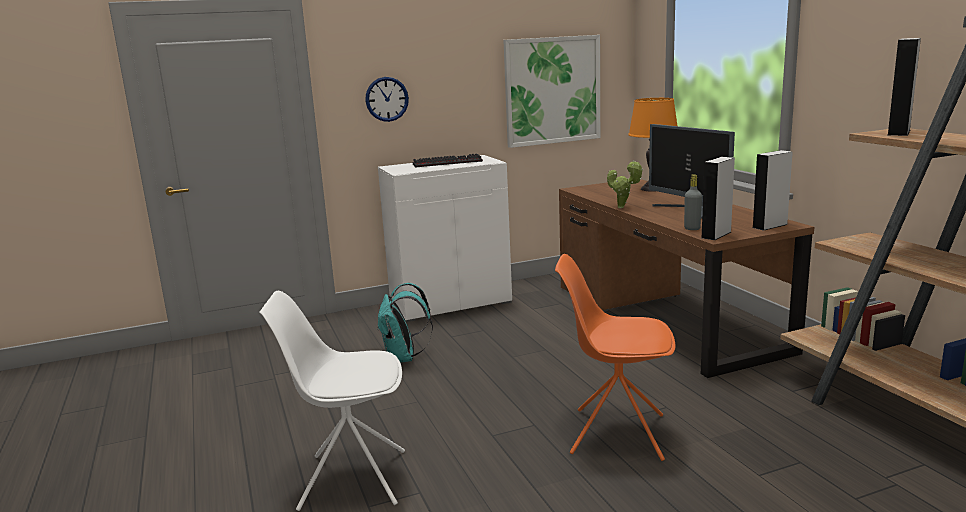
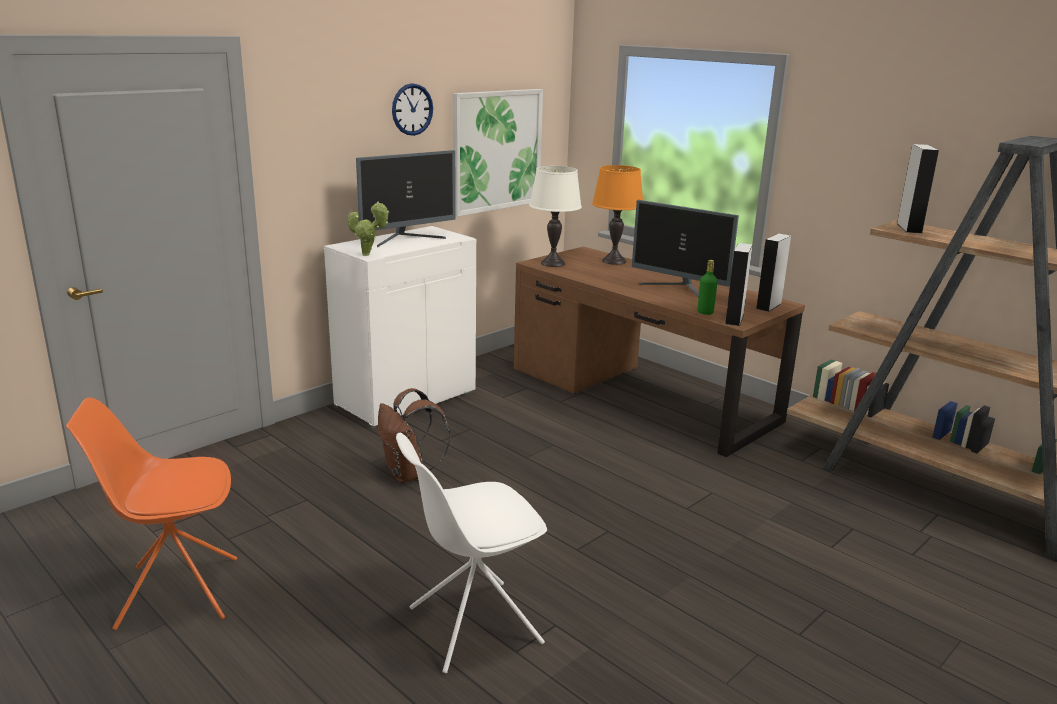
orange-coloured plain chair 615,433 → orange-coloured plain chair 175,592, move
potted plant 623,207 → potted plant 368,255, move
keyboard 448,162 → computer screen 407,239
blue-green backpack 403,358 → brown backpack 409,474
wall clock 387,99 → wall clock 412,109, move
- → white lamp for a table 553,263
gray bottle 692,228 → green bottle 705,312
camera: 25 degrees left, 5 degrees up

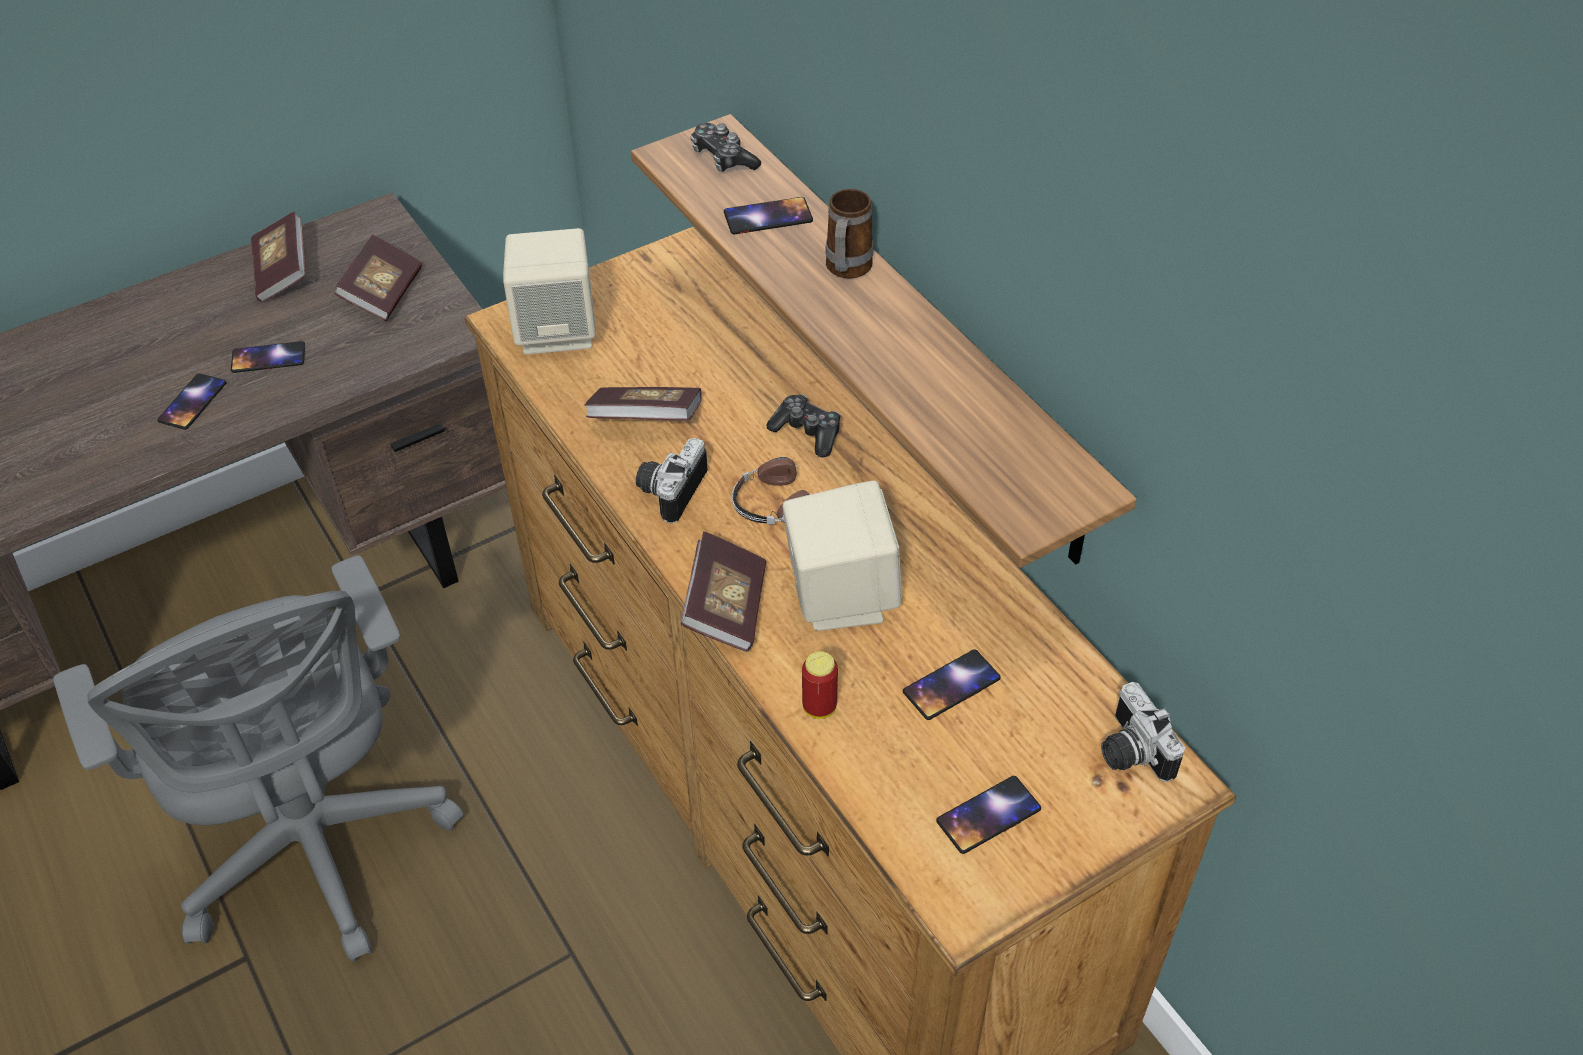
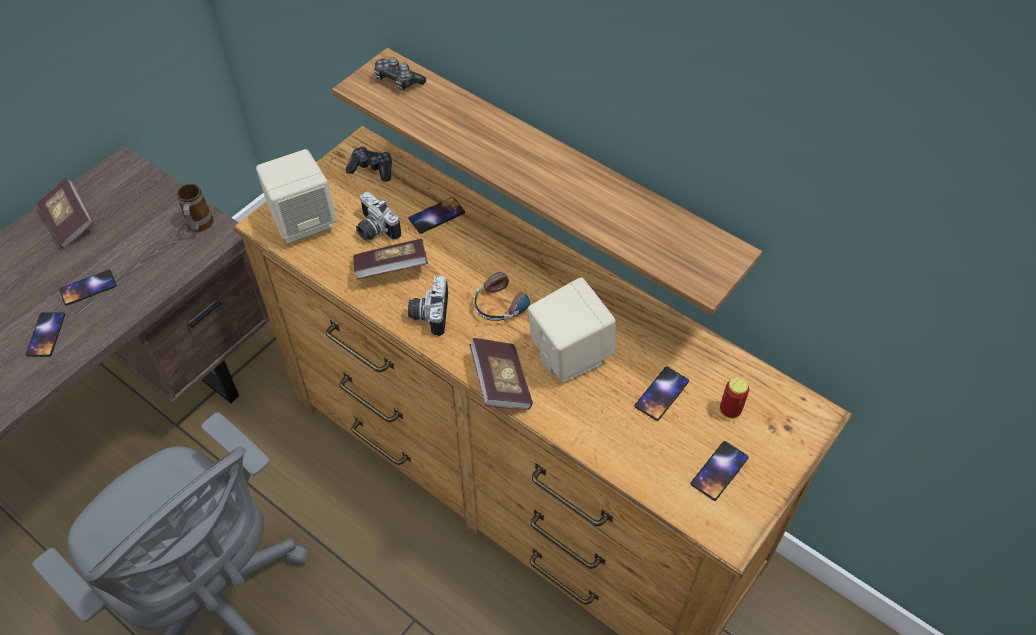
tea mug 846,271 → tea mug 199,227, move
gamepad 807,432 → gamepad 372,169, move
still camera 1129,751 → still camera 374,230, move
telephone 768,216 → telephone 436,215, move
can 819,707 → can 730,410, move
bound book 383,293 → -
camera: 20 degrees left, 5 degrees up

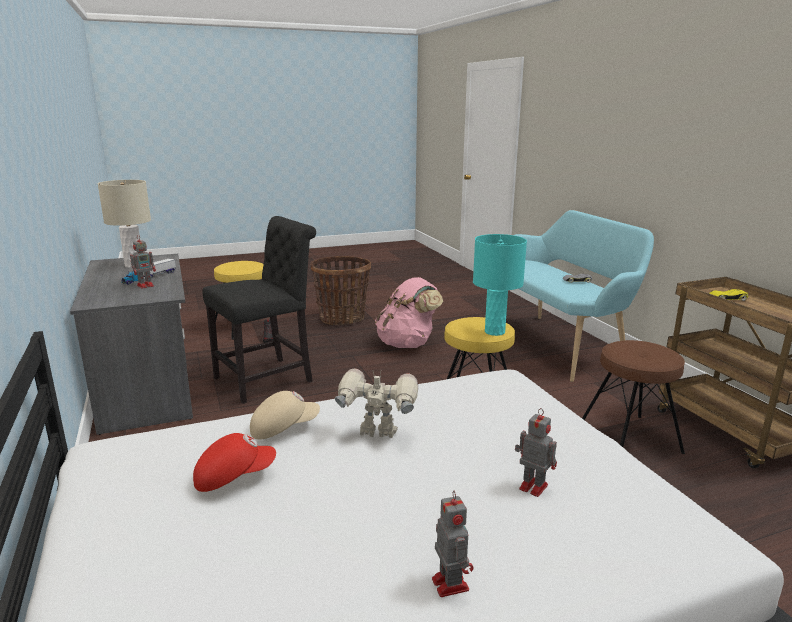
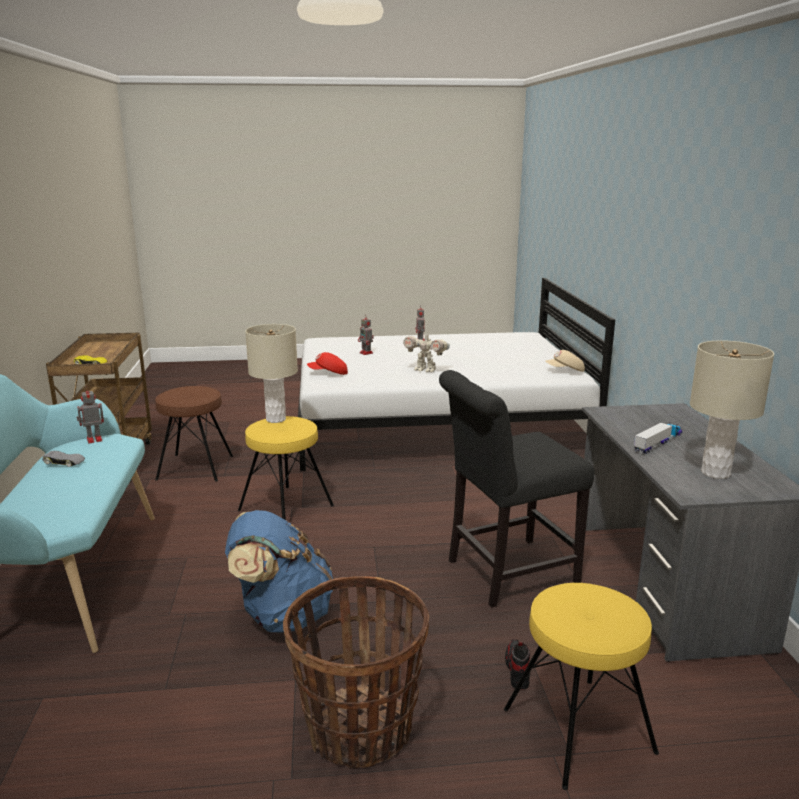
robot figure 146,285 → robot figure 93,439, move
pinkish backpack 407,344 → bluish backpack 282,616
blue-green lamp for a table 495,332 → beige lamp for a table 275,419
red peaked cap 234,476 → red peaked cap 328,374, move
beige peaked cap 283,428 → beige peaked cap 565,371, move
camera: 165 degrees left, 0 degrees up

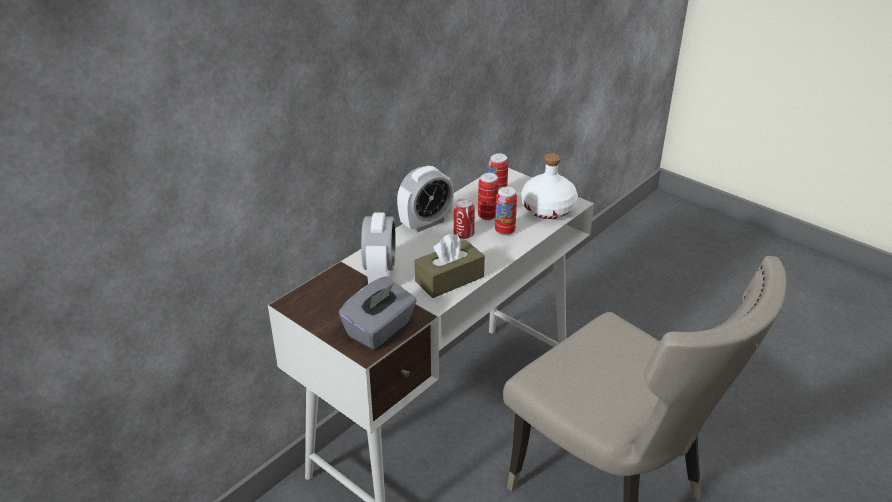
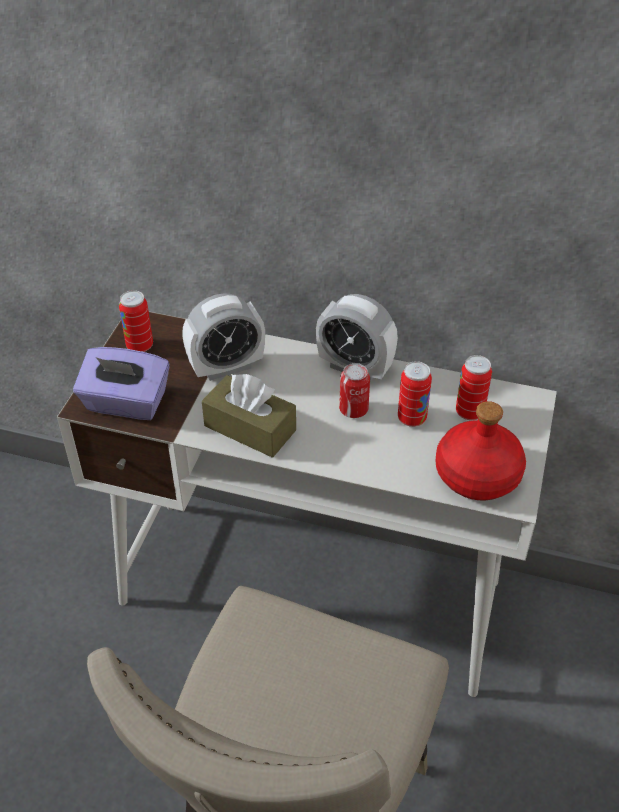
gray box of tissues 380,329 → purple box of tissues 126,403
can 504,231 → can 140,346, move
white bottle 548,209 → red bottle 476,475
camera: 65 degrees right, 10 degrees up

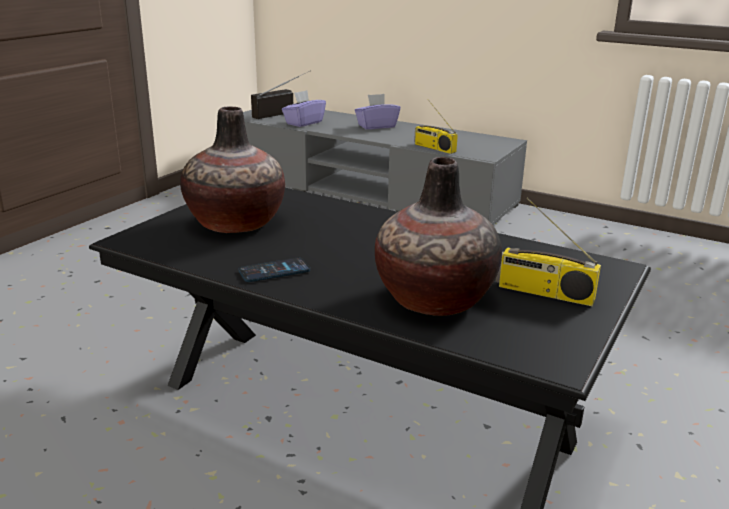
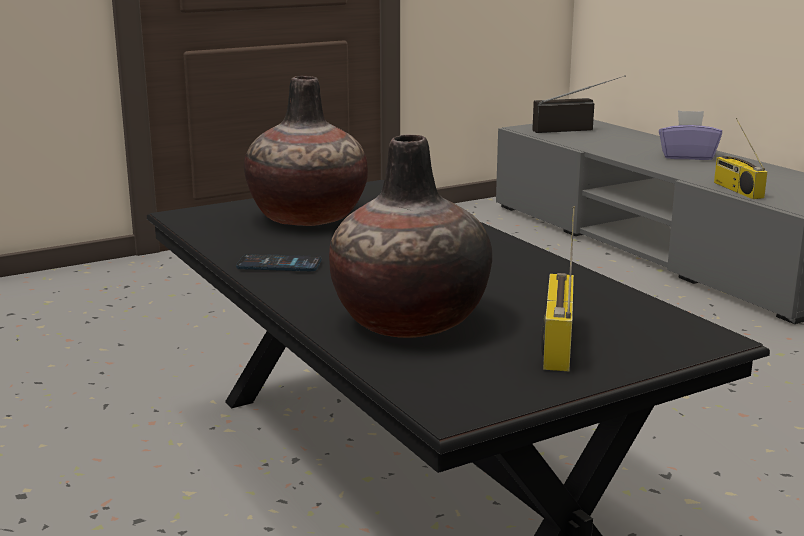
radio 543,292 → radio 555,342, 45 degrees clockwise
purple box of tissues 304,123 → -
camera: 30 degrees right, 5 degrees down

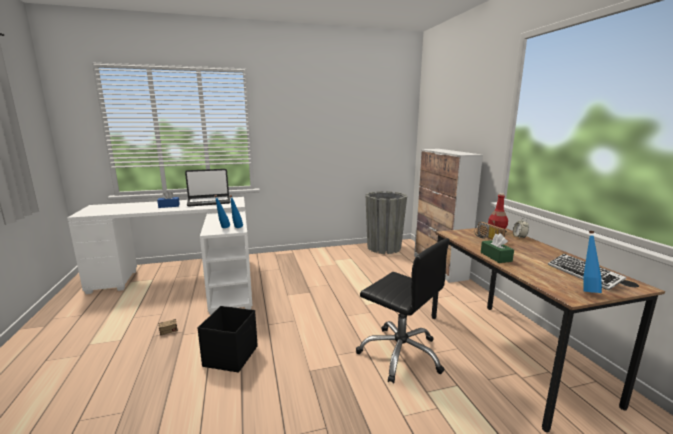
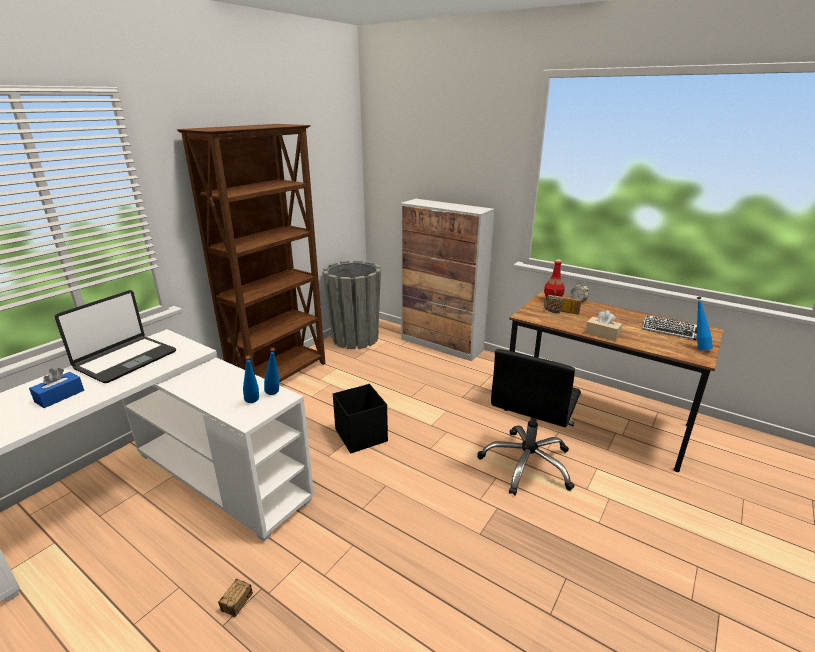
- → brown bookshelf 281,377
black storage container 231,356 → black storage container 361,435, move
black computer chair 401,354 → black computer chair 527,464, 120 degrees clockwise
green box of tissues 496,257 → beige box of tissues 602,334
camera: 40 degrees left, 10 degrees up

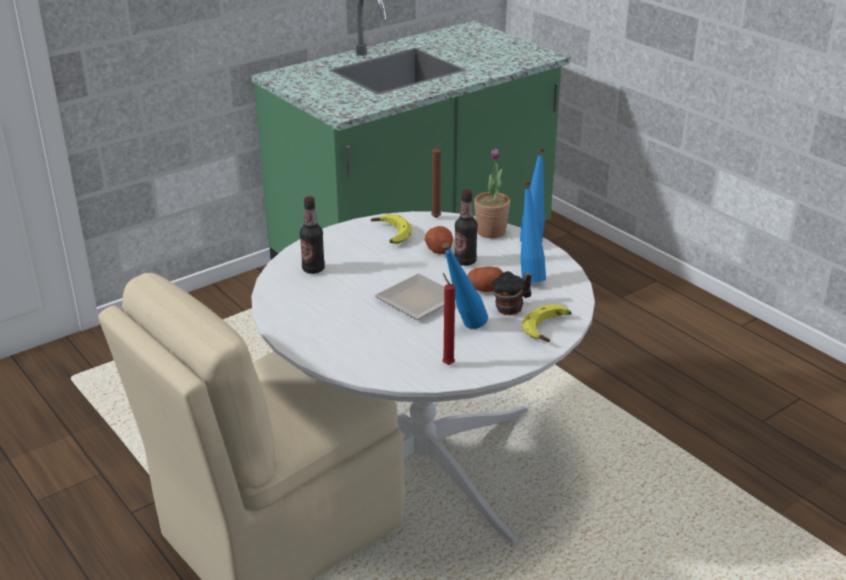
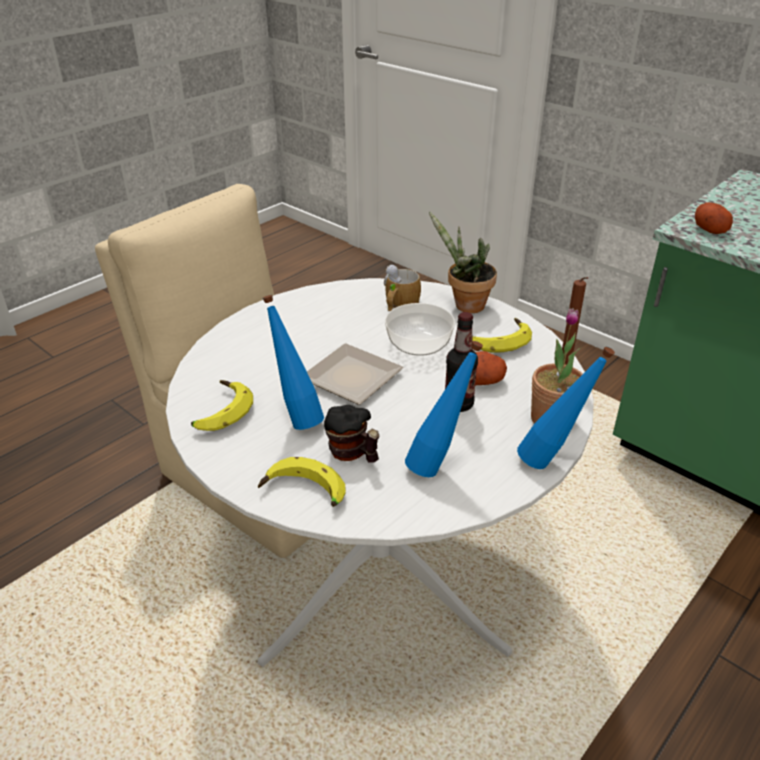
red candle 447,363 → banana fruit 220,412
bottle 313,269 → tea mug 399,304
- → bowl 419,343
- → potted plant 465,305
potato 484,289 → potato 708,228, move
camera: 80 degrees right, 5 degrees up

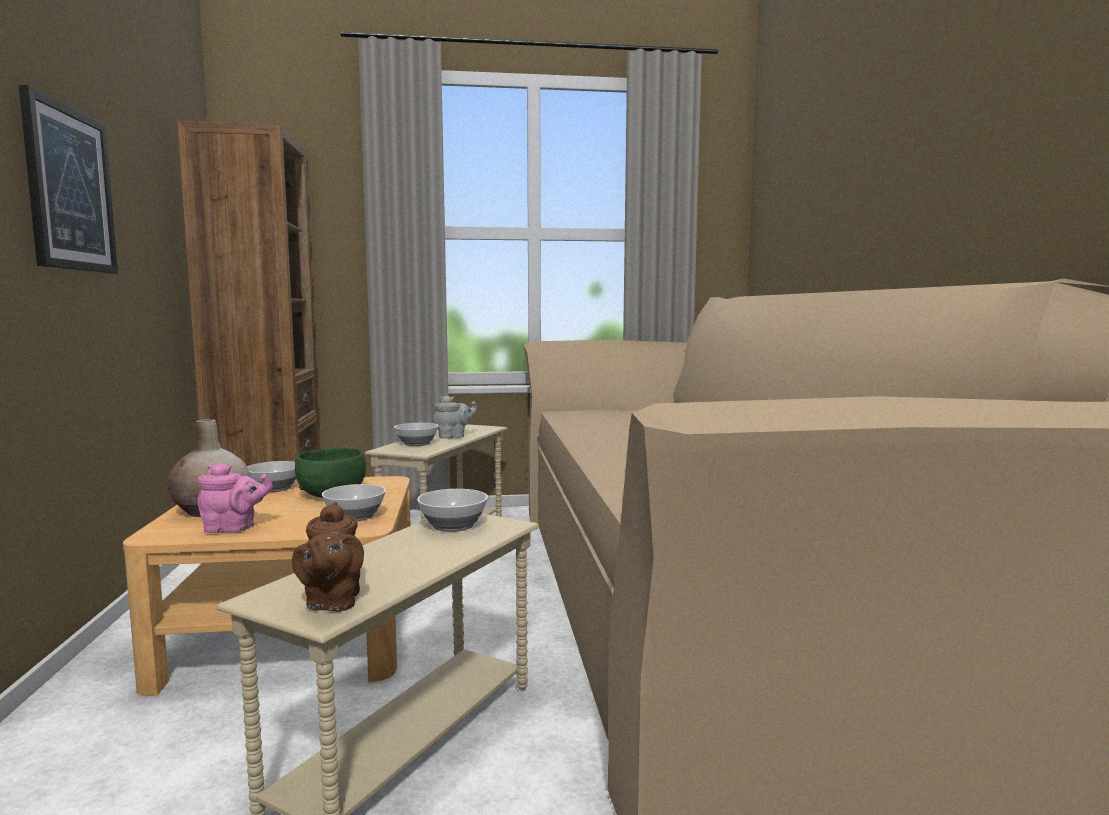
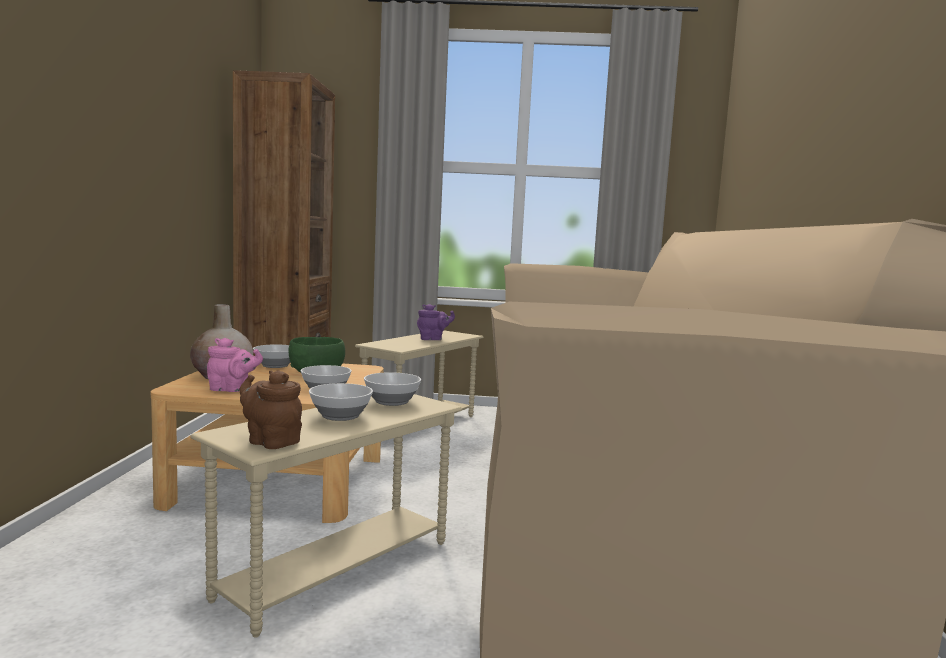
brown pot for tea 332,602 → brown pot for tea 271,441, 120 degrees clockwise
bowl 417,444 → bowl 341,416, move
gray pot for tea 454,437 → purple pot for tea 433,339
picture 69,189 → -
camera: 10 degrees right, 0 degrees up

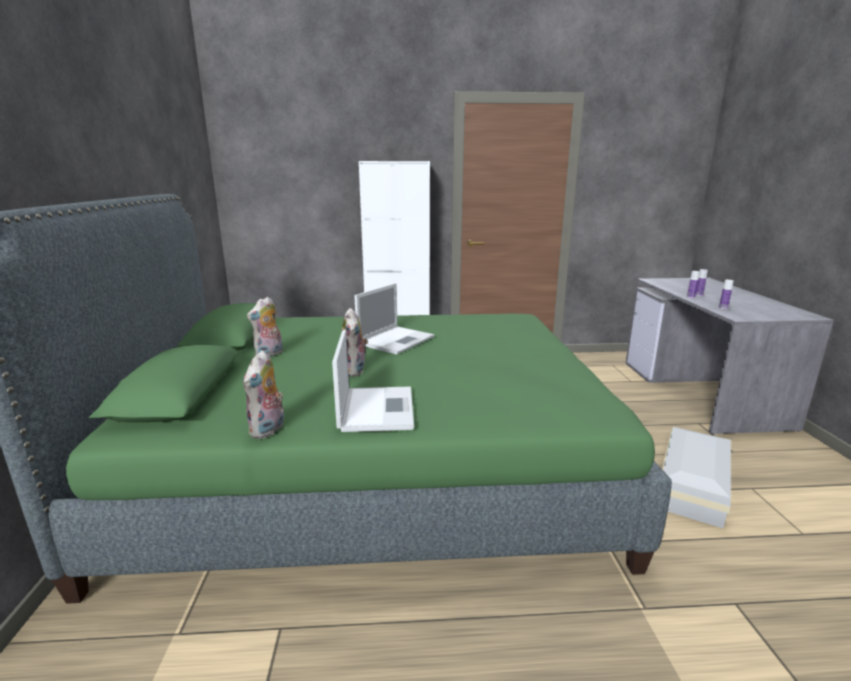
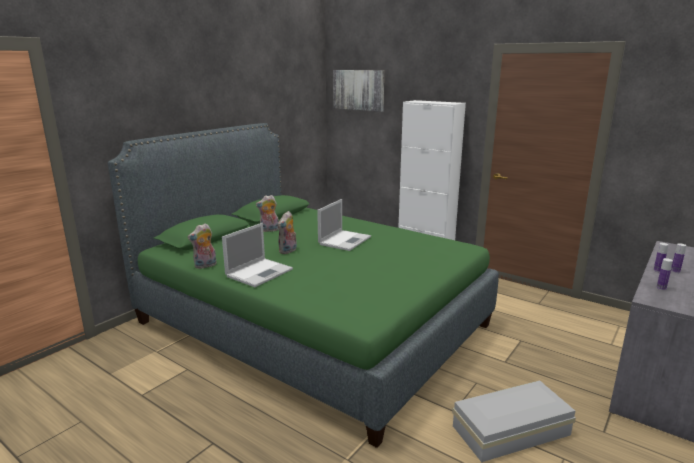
notebook computer 396,340 → notebook computer 345,240, 45 degrees counterclockwise
- → picture 358,90
camera: 40 degrees right, 0 degrees up

